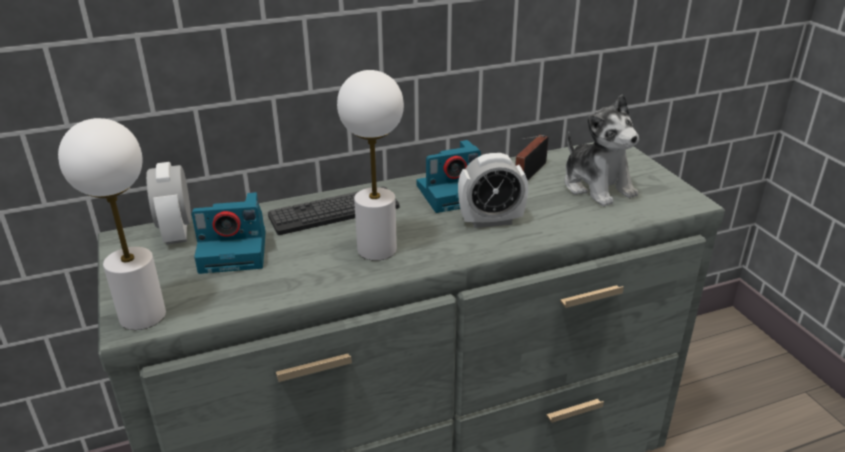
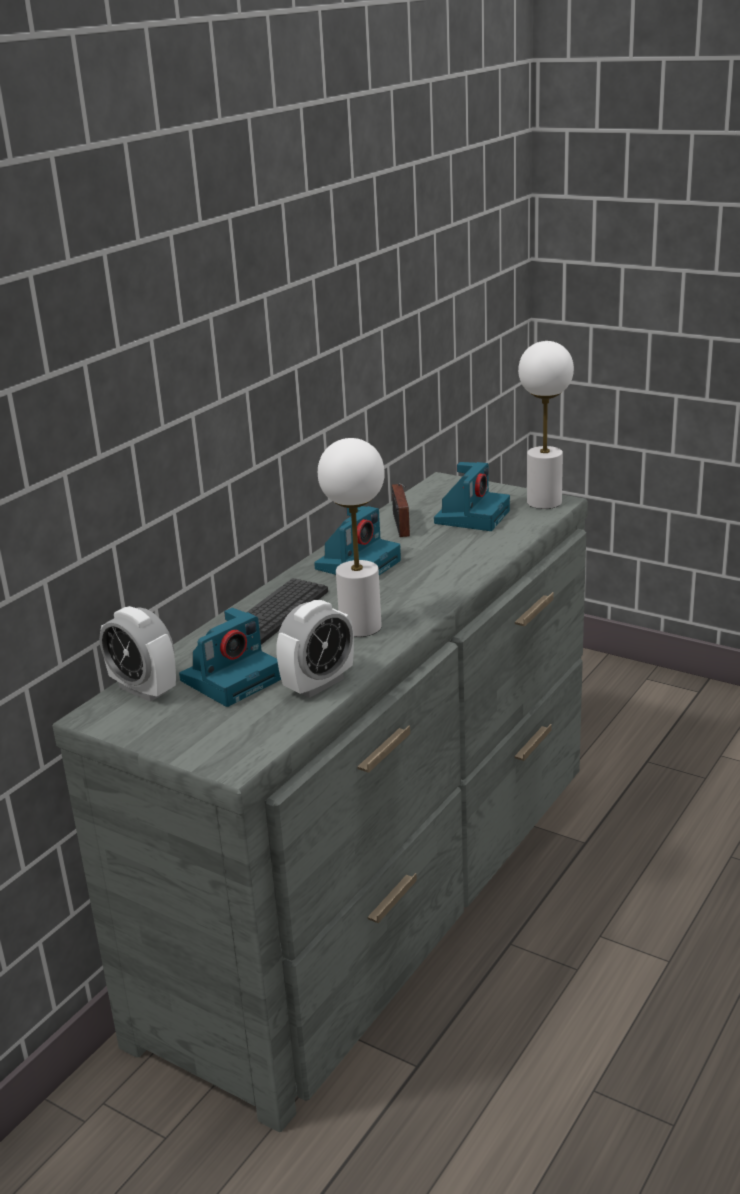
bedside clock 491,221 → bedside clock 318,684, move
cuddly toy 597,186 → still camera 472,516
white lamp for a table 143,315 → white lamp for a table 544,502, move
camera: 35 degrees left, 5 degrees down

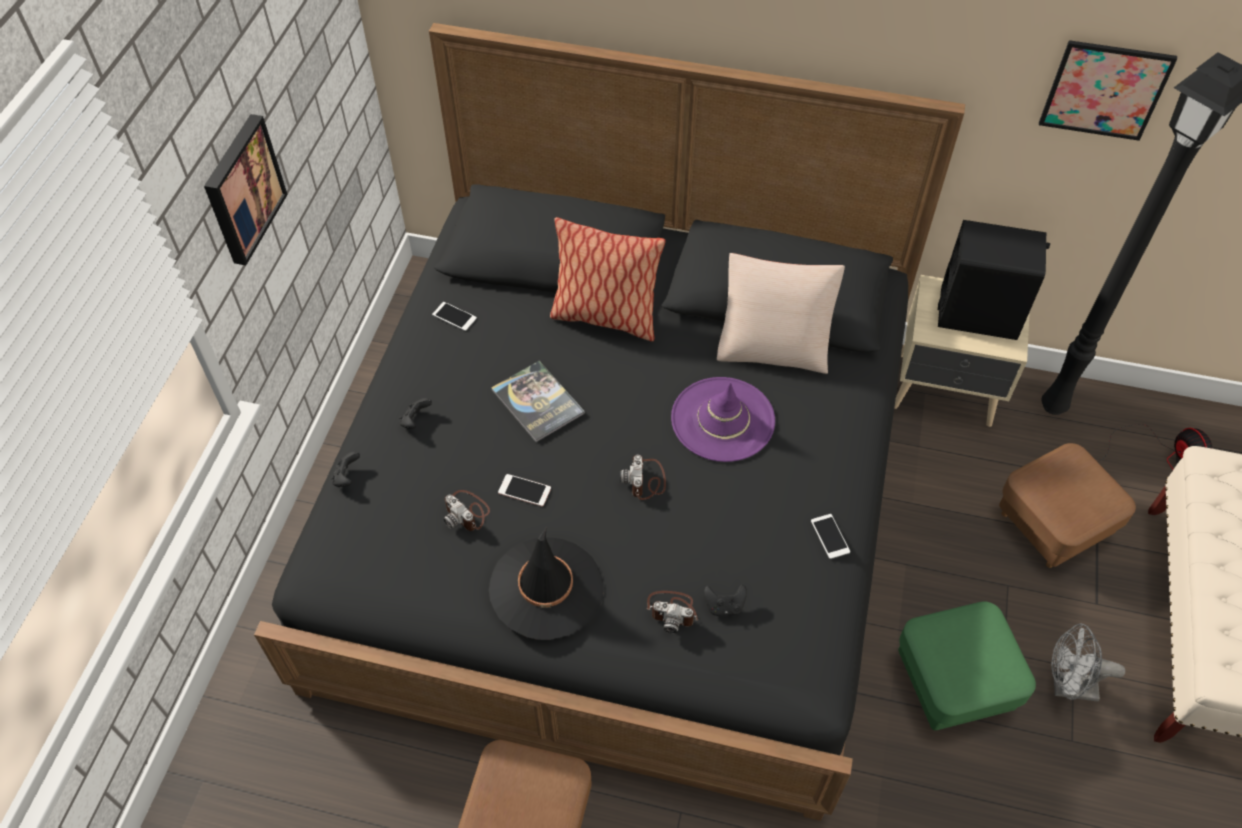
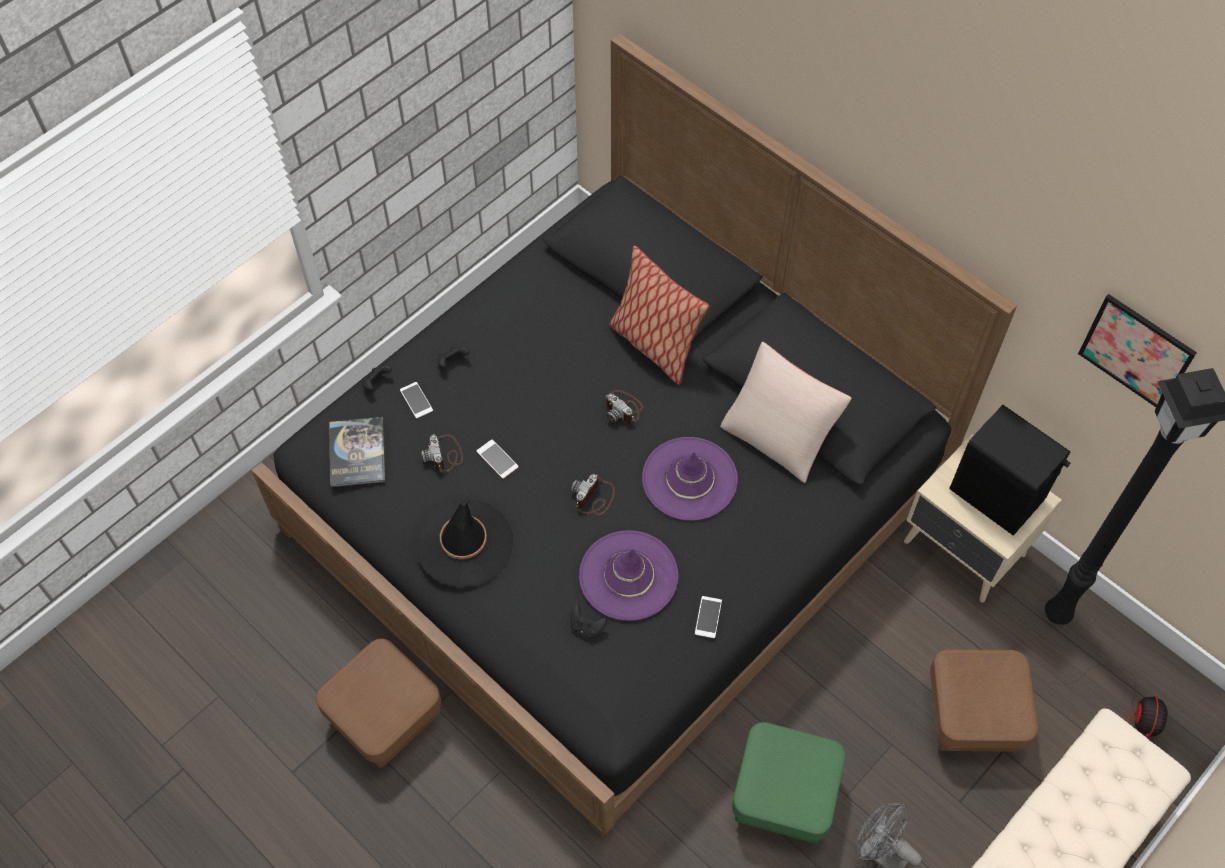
bound book 537,402 → bound book 357,452, move
telephone 454,316 → telephone 416,400, move
- → purple wearable hat 628,575
still camera 672,611 → still camera 623,408, move
picture 242,189 → -
camera: 30 degrees right, 5 degrees up

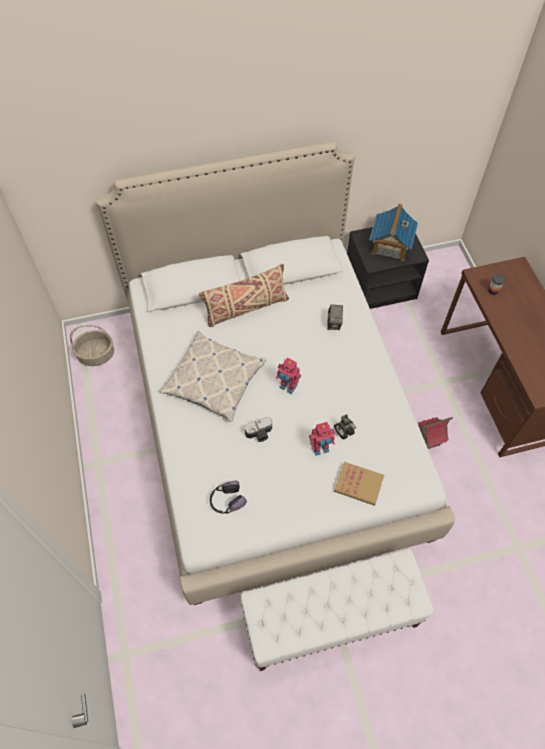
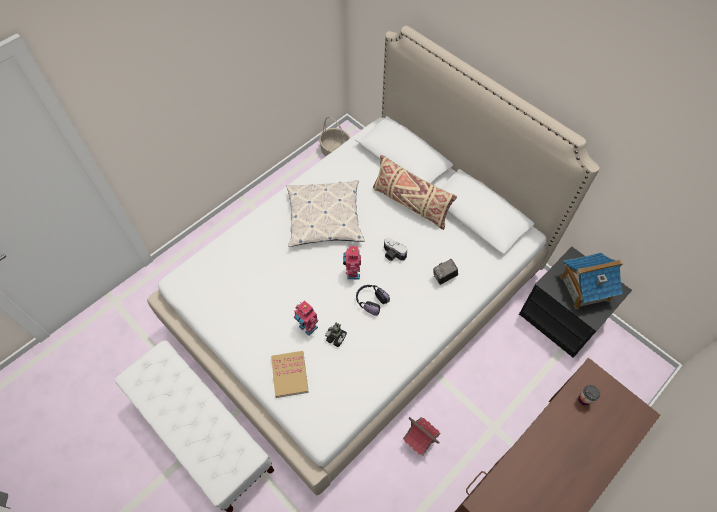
headphones 227,501 → headphones 371,301, move
still camera 260,434 → still camera 392,254, move
camera: 60 degrees right, 0 degrees up

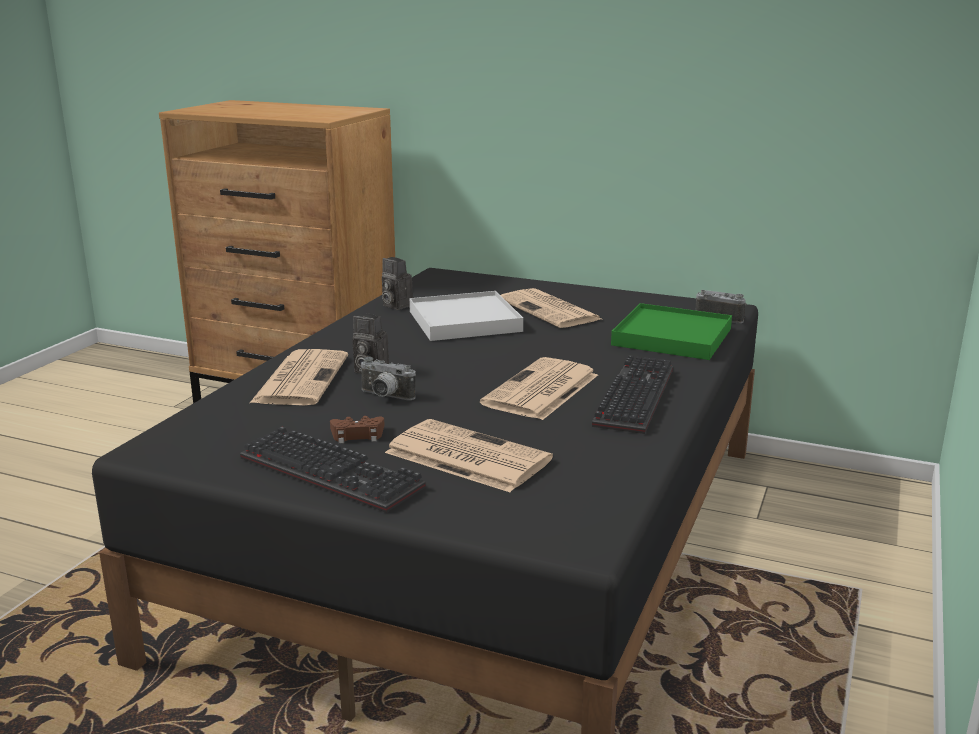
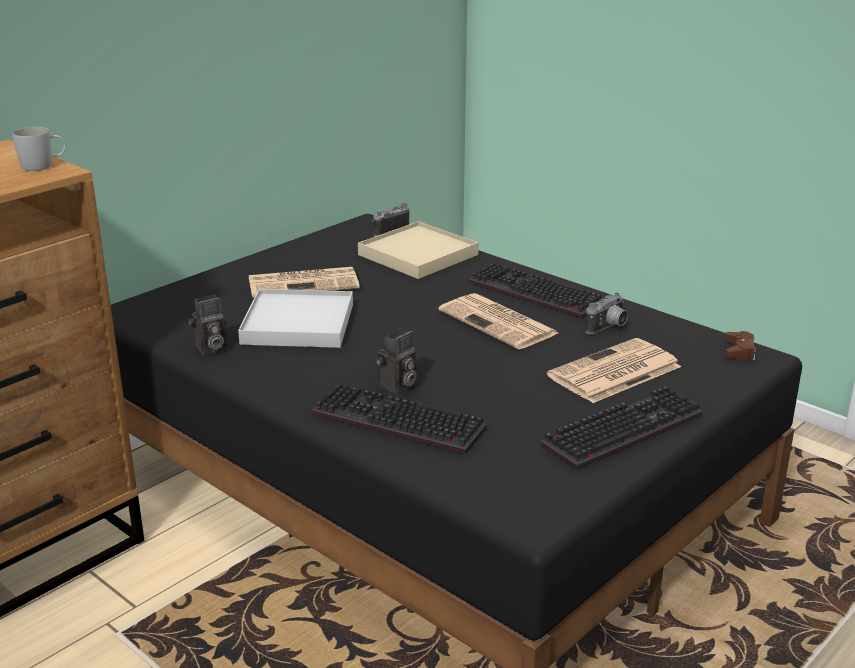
- → white tea mug 43,166
printed paper 301,378 → keyboard 394,423
green carrying tray 671,337 → beige carrying tray 417,255
still camera 384,397 → still camera 608,328, move
brown gamepad 357,435 → brown gamepad 739,351, move
camera: 70 degrees left, 5 degrees up

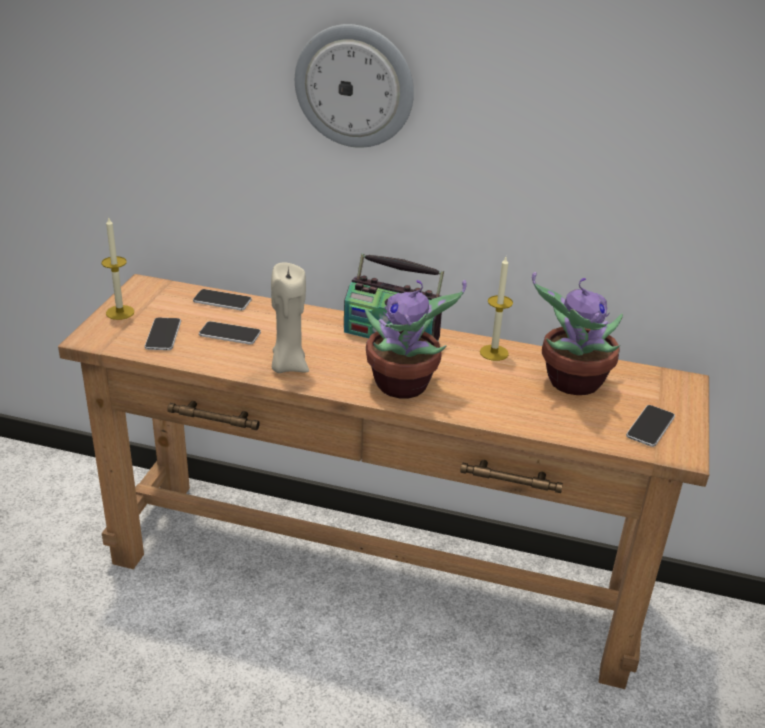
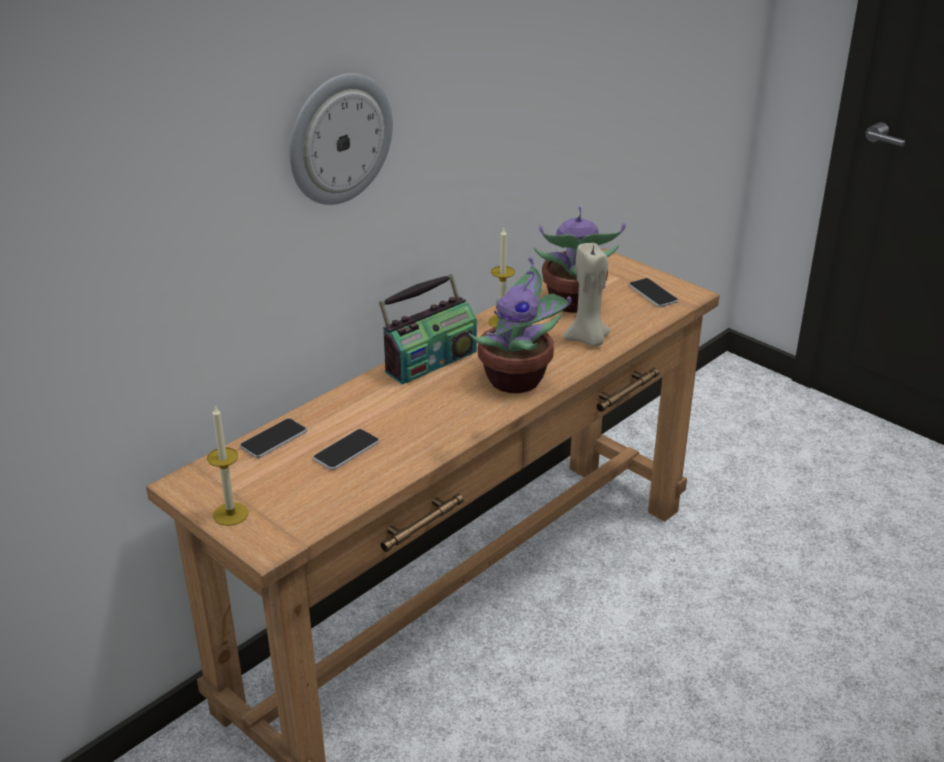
beige candle 288,366 → beige candle 588,340, move
telephone 163,335 → -
camera: 60 degrees left, 0 degrees up

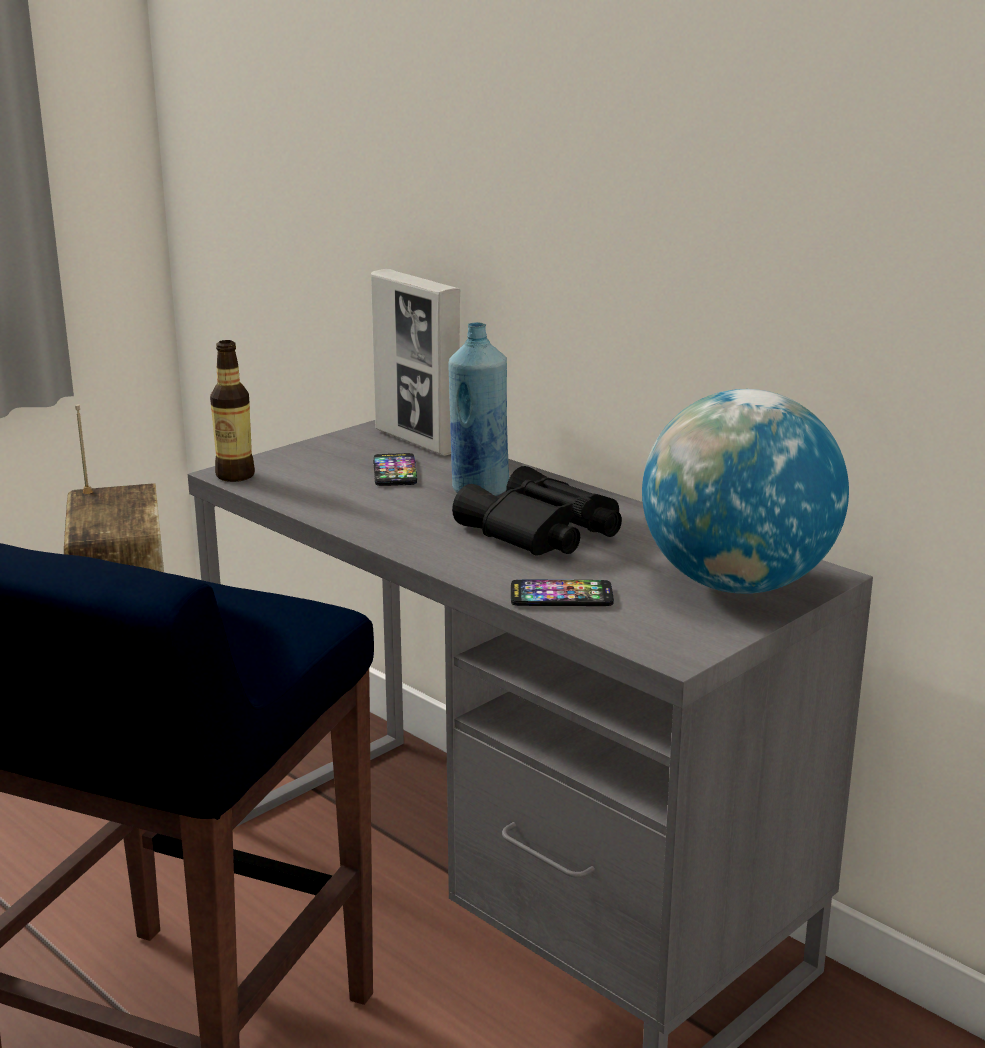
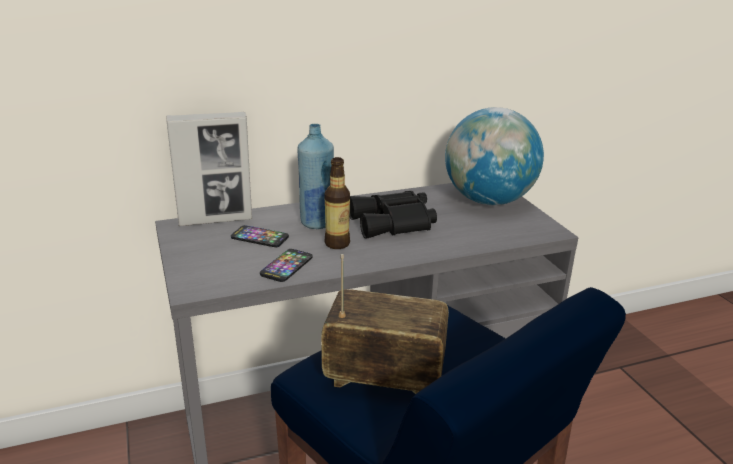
telephone 561,596 → telephone 286,266, move
bottle 235,475 → bottle 337,244, move
camera: 65 degrees left, 5 degrees up

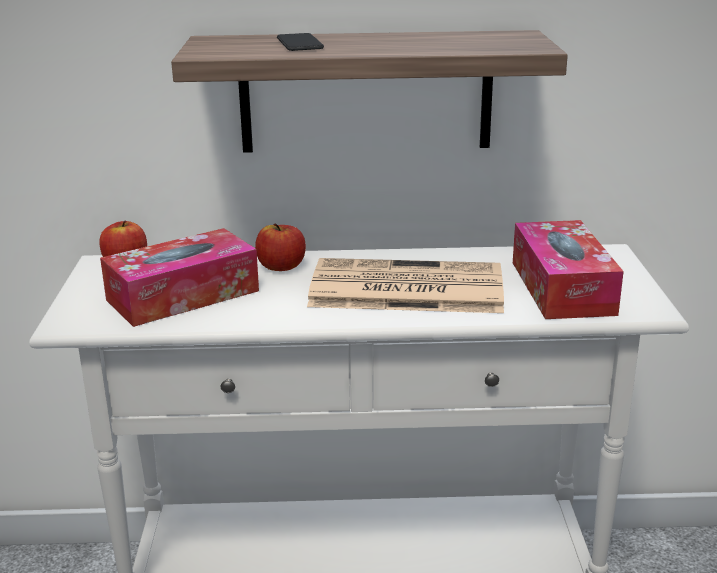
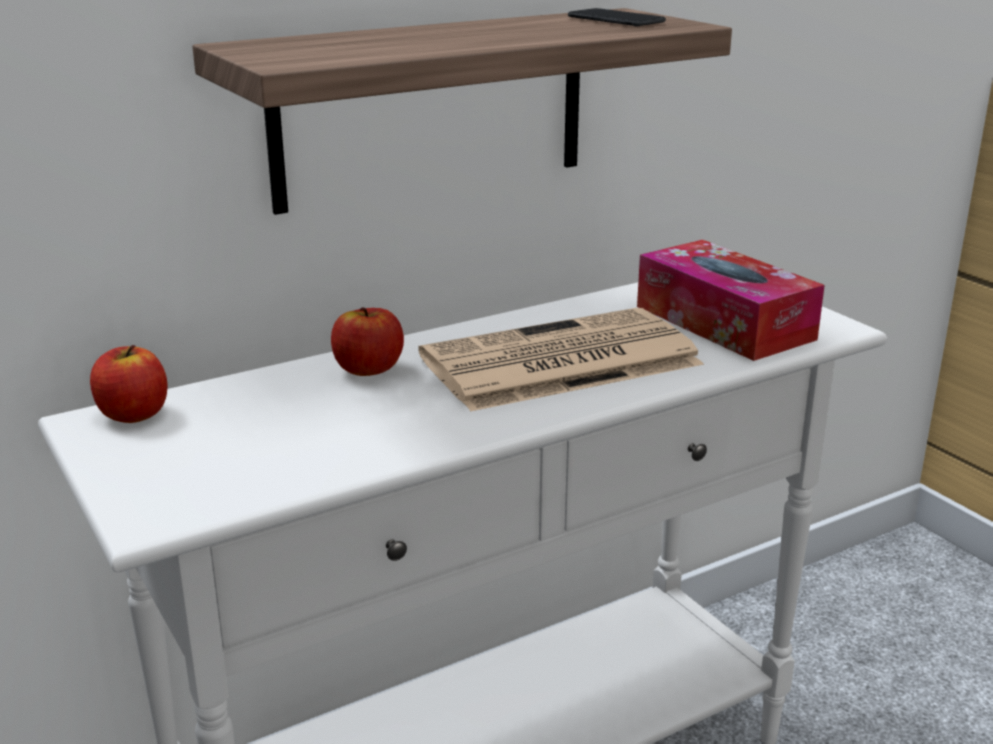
telephone 299,44 → telephone 615,20, move
box of tissues 183,295 → -
camera: 30 degrees left, 0 degrees up

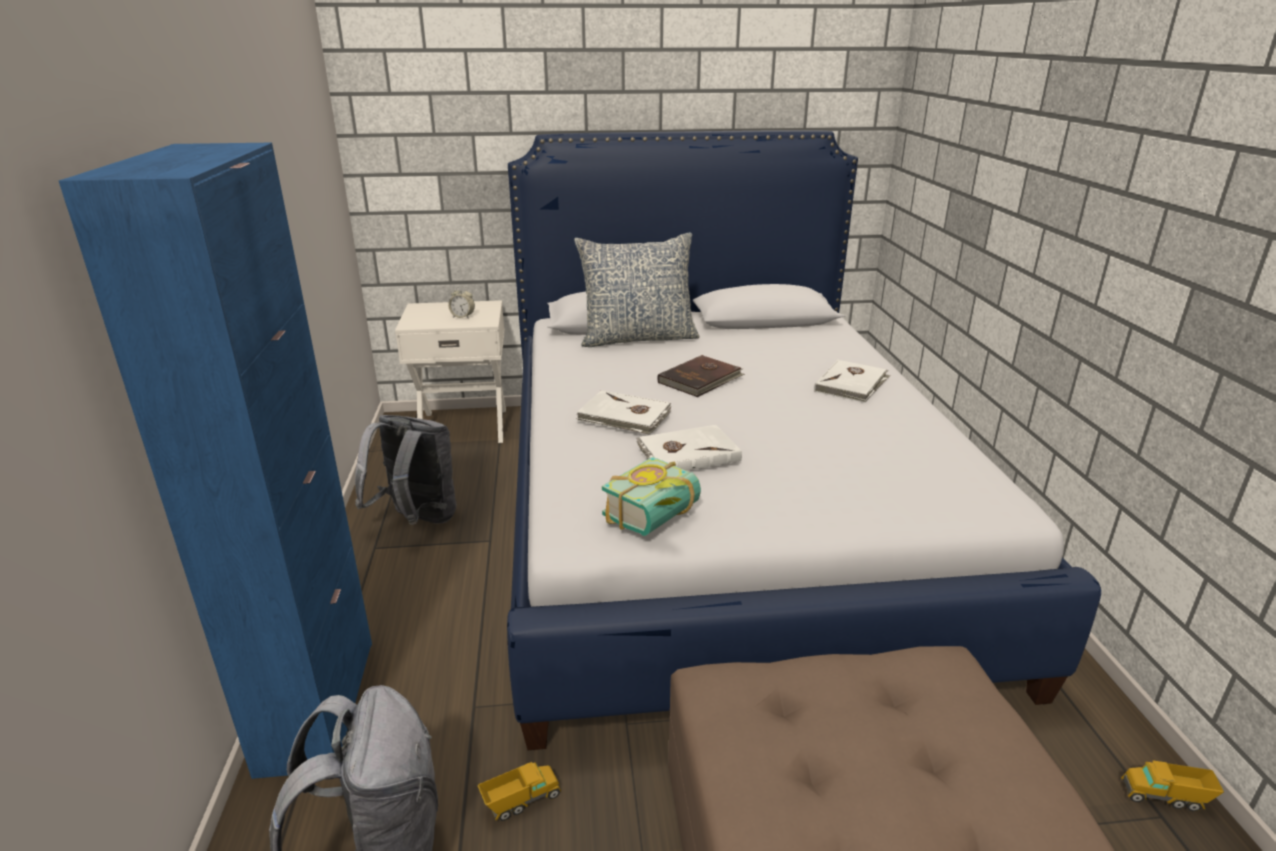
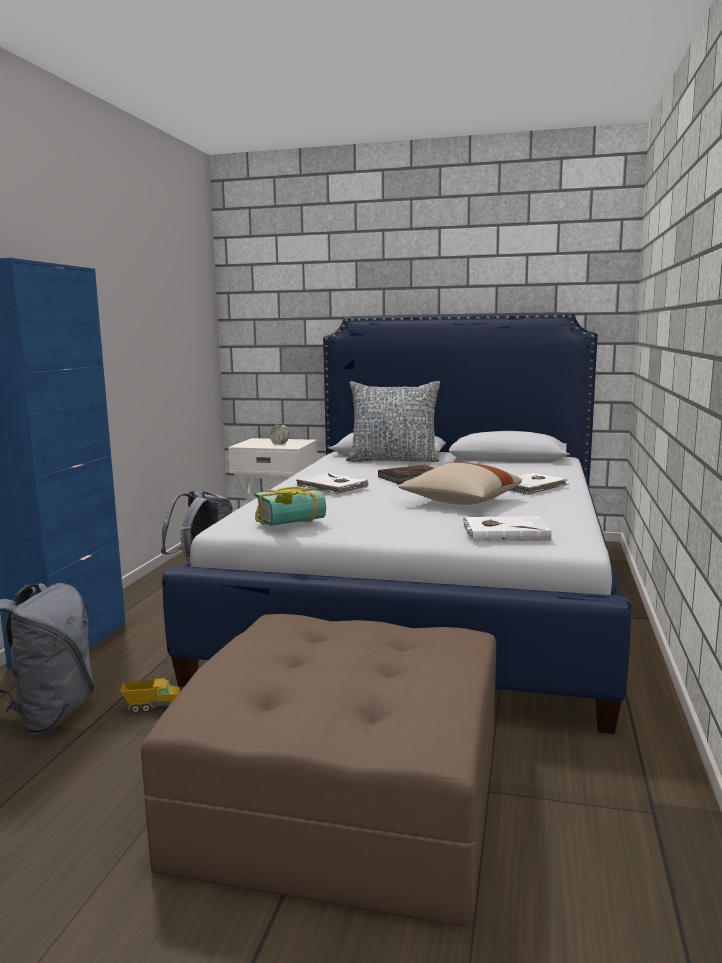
- → beige throw pillow 460,502
white bound book 687,453 → white bound book 505,532, move
toy truck 1164,797 → -
camera: 20 degrees right, 15 degrees down

